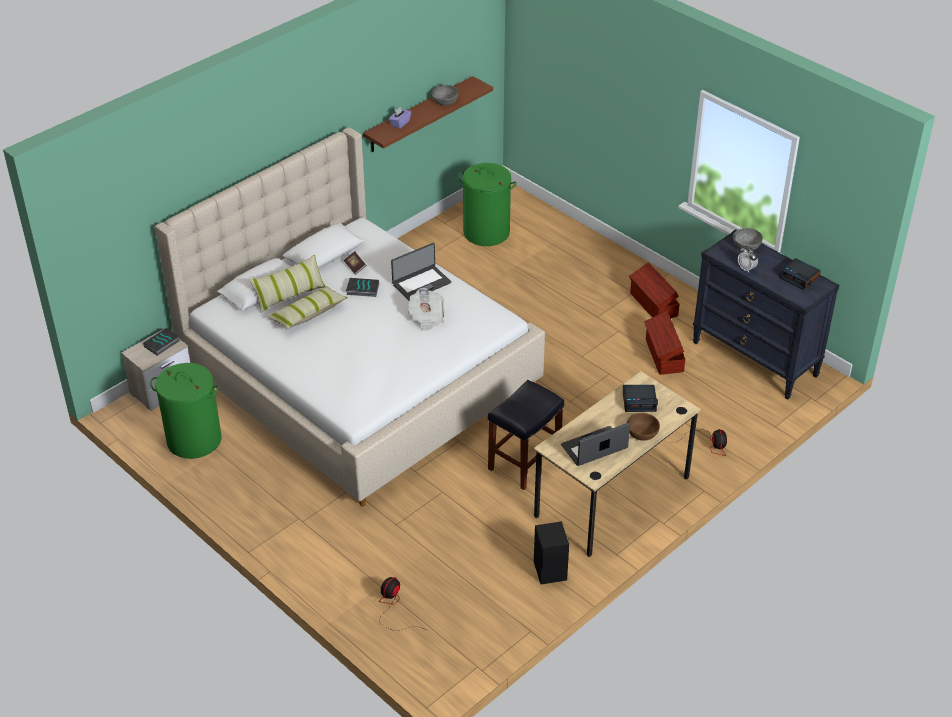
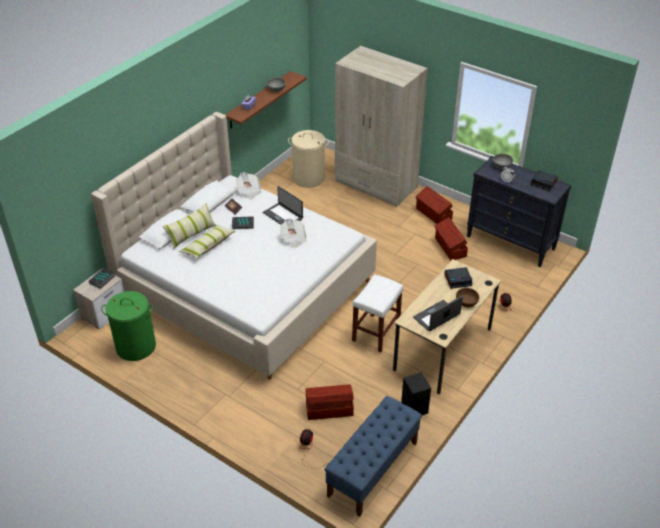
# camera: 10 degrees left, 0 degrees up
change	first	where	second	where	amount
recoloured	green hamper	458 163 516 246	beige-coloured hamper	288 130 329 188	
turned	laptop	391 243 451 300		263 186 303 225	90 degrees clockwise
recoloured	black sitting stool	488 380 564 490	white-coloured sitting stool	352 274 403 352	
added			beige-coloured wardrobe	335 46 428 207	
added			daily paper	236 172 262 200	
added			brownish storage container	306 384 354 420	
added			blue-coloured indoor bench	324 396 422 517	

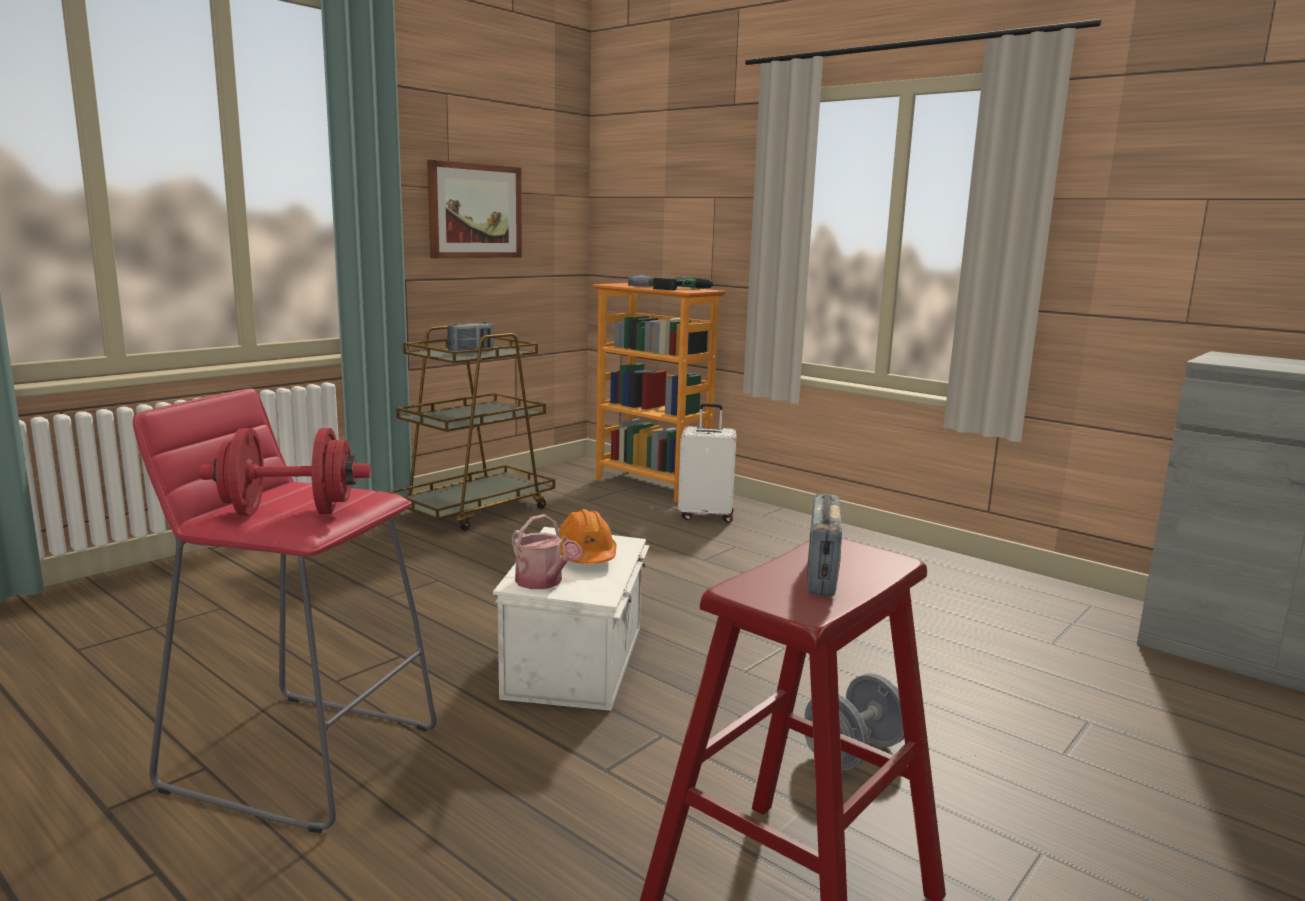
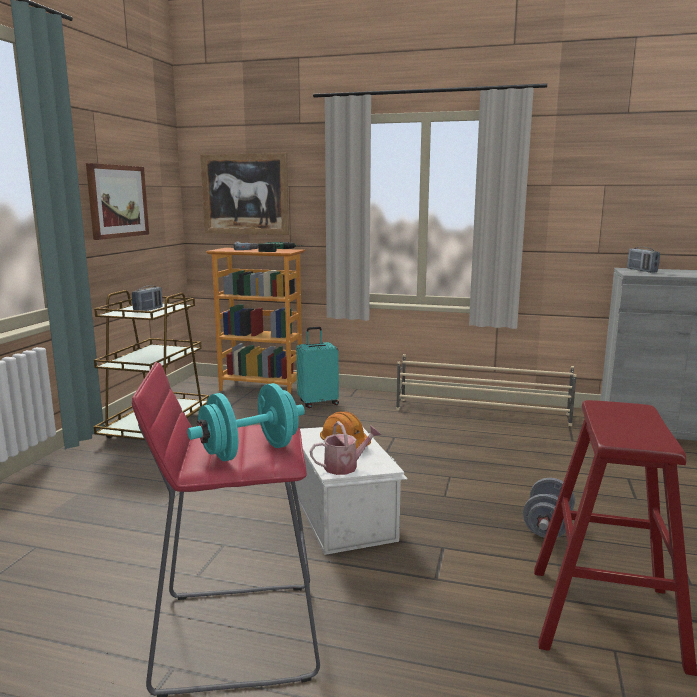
# camera: 25 degrees left, 0 degrees up
change	first	where	second	where	amount
recoloured	white-coloured suitcase	678 403 737 523	blue-green suitcase	296 327 339 408	
recoloured	red free weight	199 428 371 515	blue-green free weight	187 383 305 461	
moved	radio receiver	807 493 842 596		627 247 660 273	
turned	watering can	512 514 582 589		310 421 381 475	45 degrees counterclockwise
added			picture	200 153 289 235	
added			beige-coloured shoe stand	396 354 577 426	

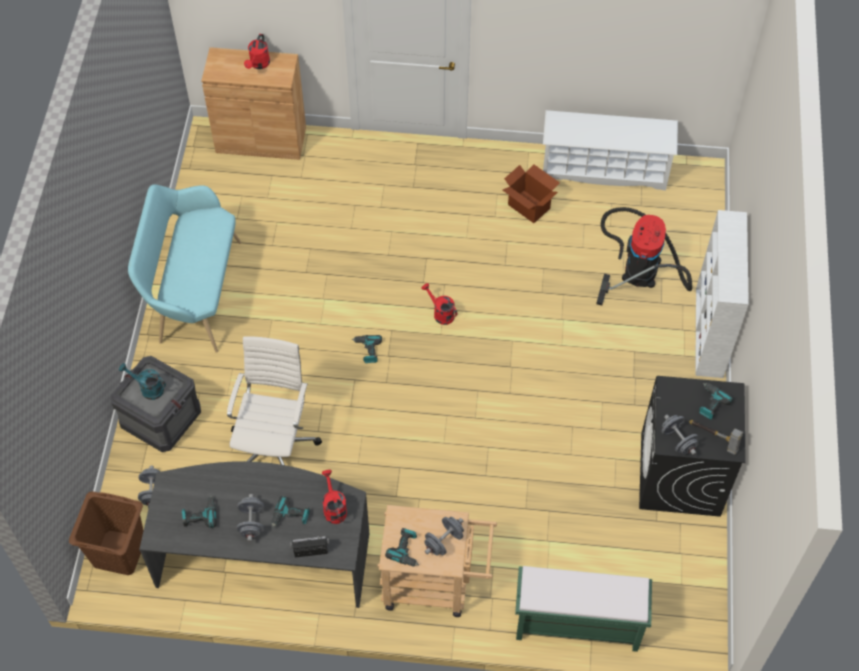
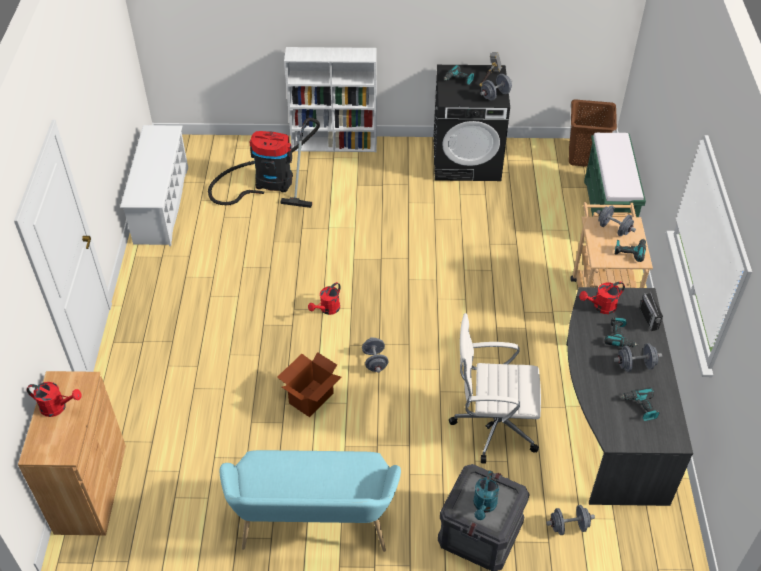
# camera: 95 degrees left, 10 degrees down
change	first	where	second	where	amount
moved	carton	503 164 560 223		277 352 341 417	
replaced	electric drill	352 335 382 363	grey free weight	362 337 388 373	
moved	brownish hamper	69 491 144 575		569 99 617 167	

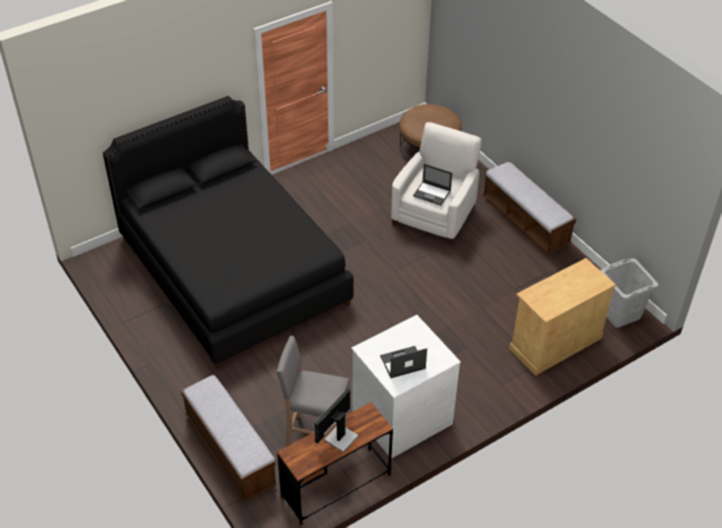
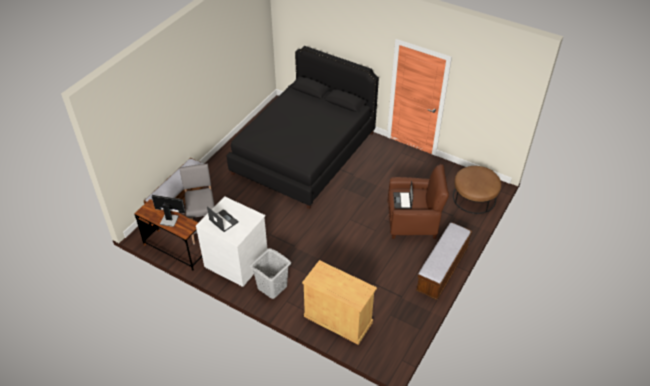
# camera: 65 degrees right, 0 degrees up
change	first	where	second	where	amount
recoloured	white-coloured easy chair	391 122 482 245	brownish easy chair	388 164 449 239	
moved	grey hamper	601 258 659 328		250 248 291 299	

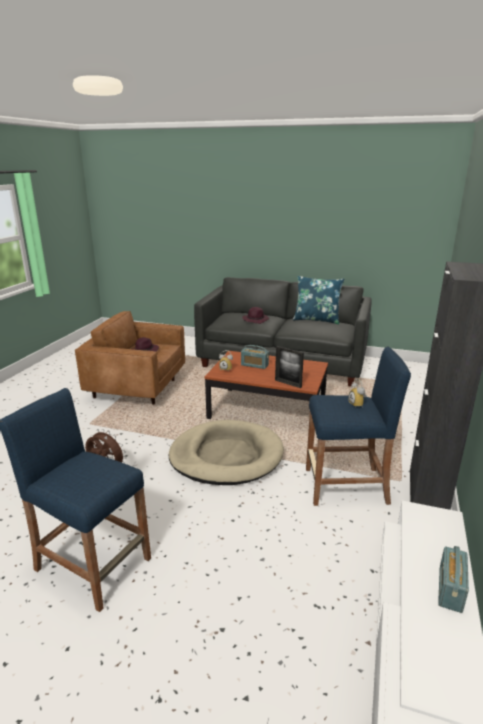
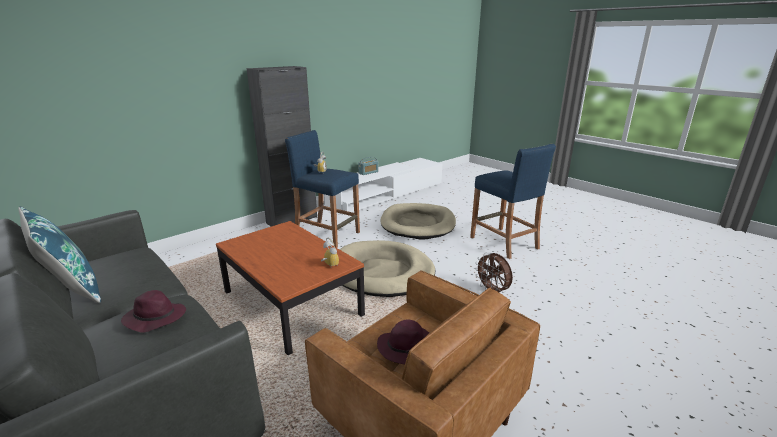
# camera: 150 degrees left, 0 degrees up
change	first	where	second	where	amount
removed	radio receiver	241 345 269 369			
removed	standing frame	275 346 304 388			
added			beige-coloured dog cushion	380 203 456 240	

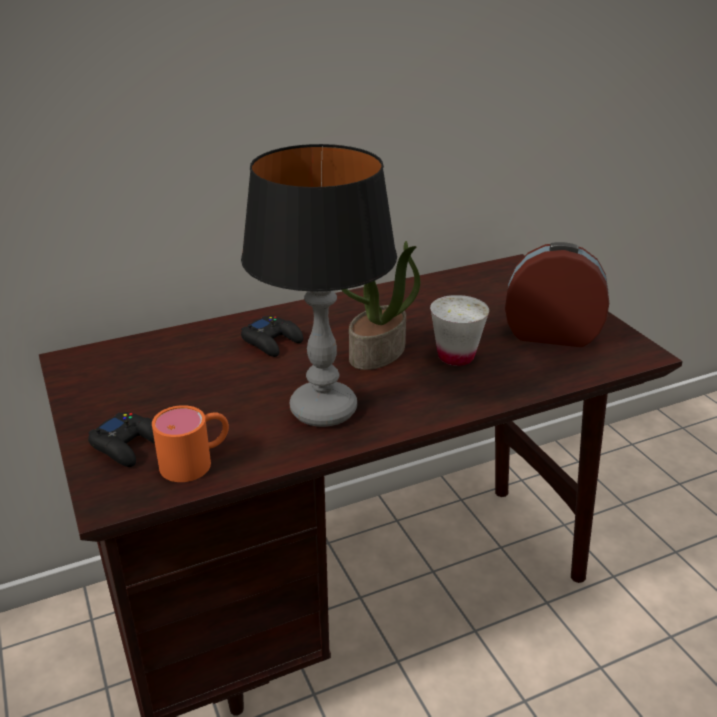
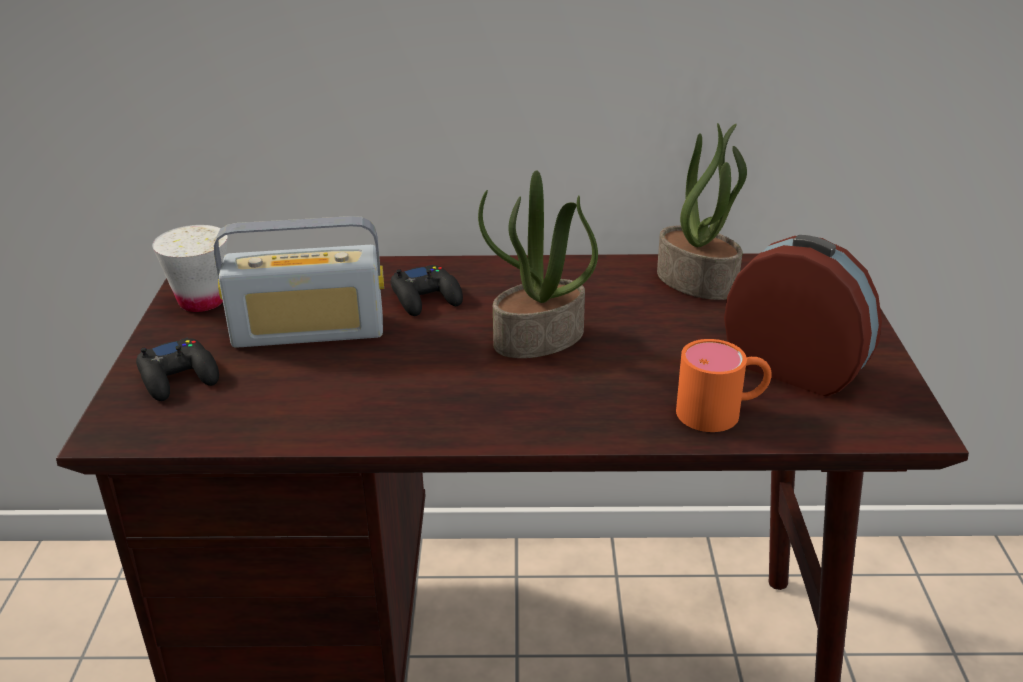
# camera: 25 degrees right, 0 degrees up
change	first	where	second	where	amount
removed	table lamp	241 144 397 427			
moved	white-coloured cup	430 295 489 366		152 225 227 312	
moved	orange coffee mug	152 405 229 482		676 339 771 432	
added			potted plant	657 123 747 300	
added			radio receiver	214 216 384 348	

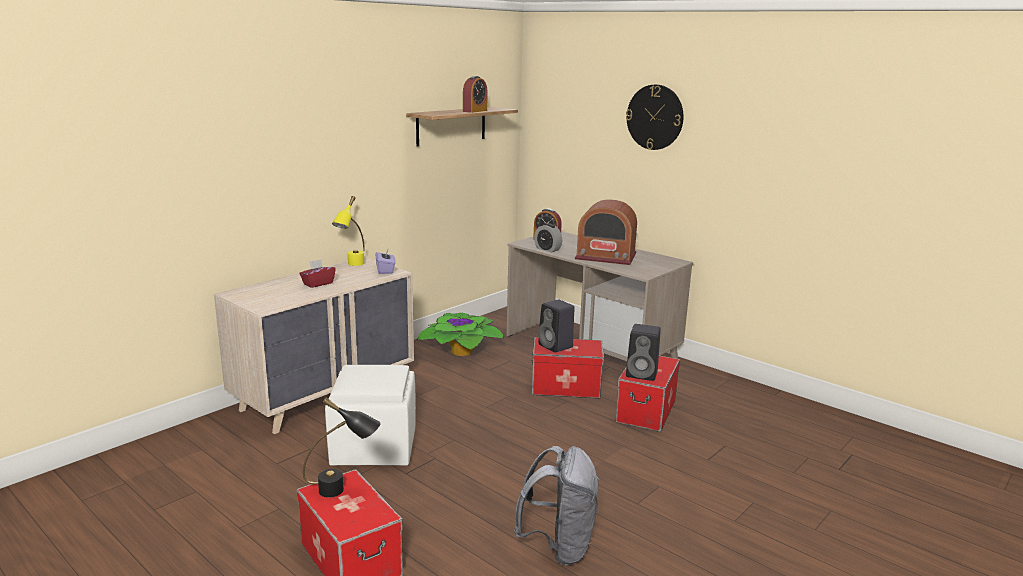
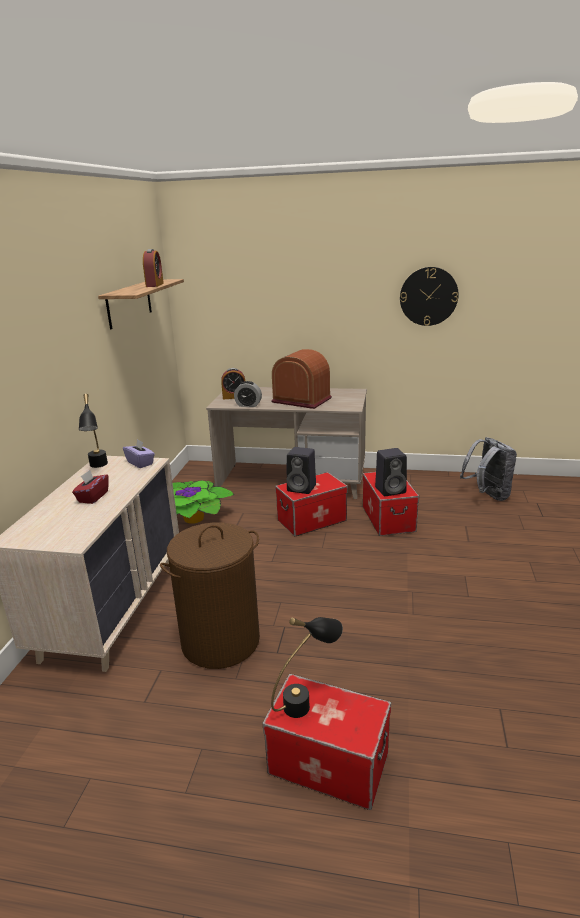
# camera: 30 degrees left, 5 degrees up
change	first	where	second	where	amount
moved	clock on the wall	626 84 684 150		400 267 459 326	
recoloured	yellow table lamp	332 196 365 266	black table lamp	79 394 108 468	
turned	radio receiver	575 200 637 265		272 349 332 409	135 degrees counterclockwise
replaced	white-coloured footrest	325 365 416 466	brownish hamper	160 522 260 669	
moved	grey backpack	514 446 600 565		460 437 517 501	

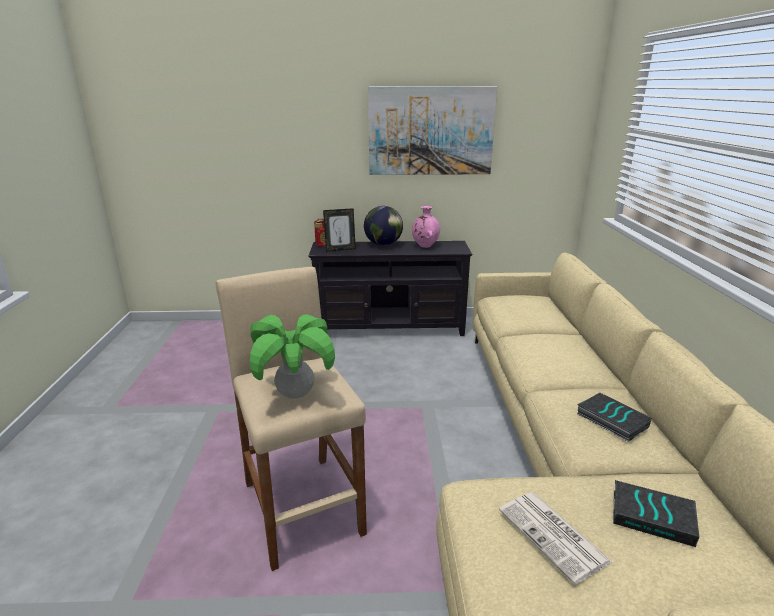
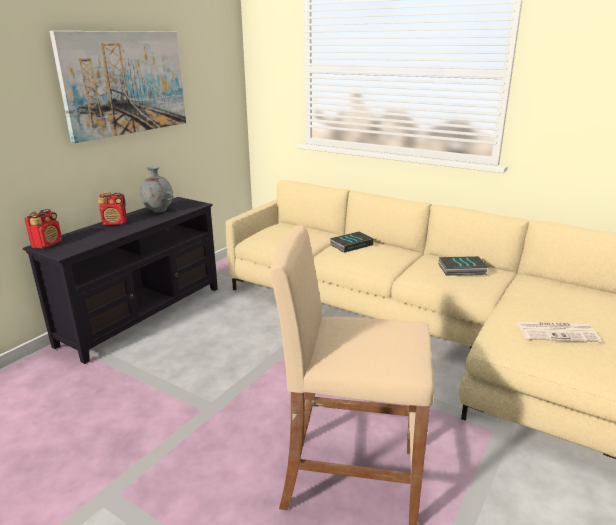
# camera: 55 degrees left, 0 degrees up
change	first	where	second	where	amount
replaced	world globe	364 206 403 246	radio receiver	98 192 127 225	
recoloured	pink vase	412 206 440 248	grey vase	140 166 173 213	
removed	standing frame	323 208 356 252			
removed	potted plant	250 314 335 398			
moved	volume	613 480 699 547		330 231 374 253	

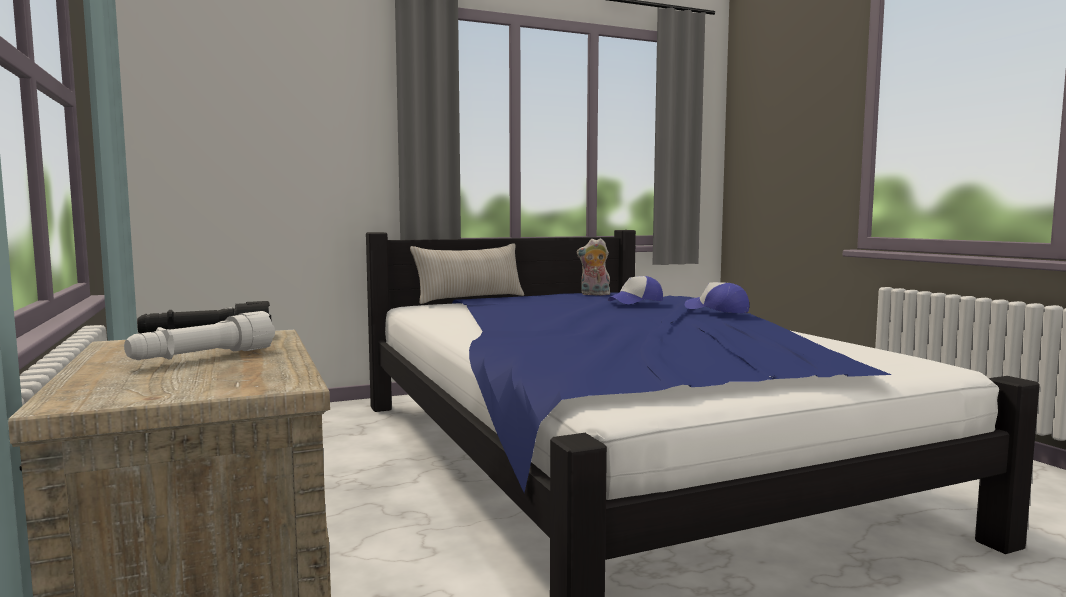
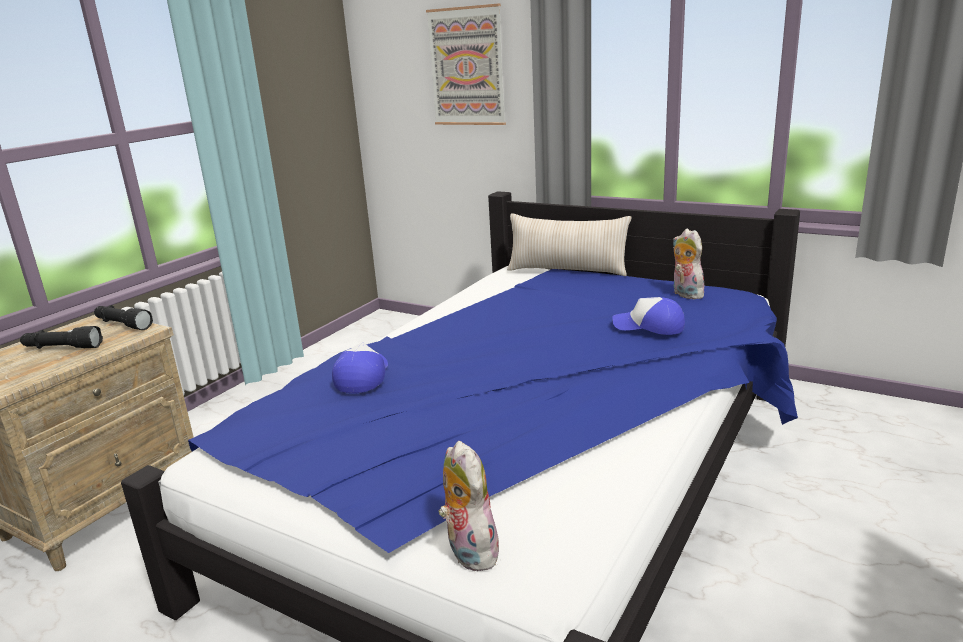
# camera: 55 degrees right, 15 degrees up
change	first	where	second	where	amount
moved	baseball cap	685 282 749 313		332 343 388 394	
recoloured	white-coloured flashlight	124 311 275 360	black flashlight	20 326 103 349	
added			picture	426 4 506 125	
added			cuddly toy	439 441 502 571	

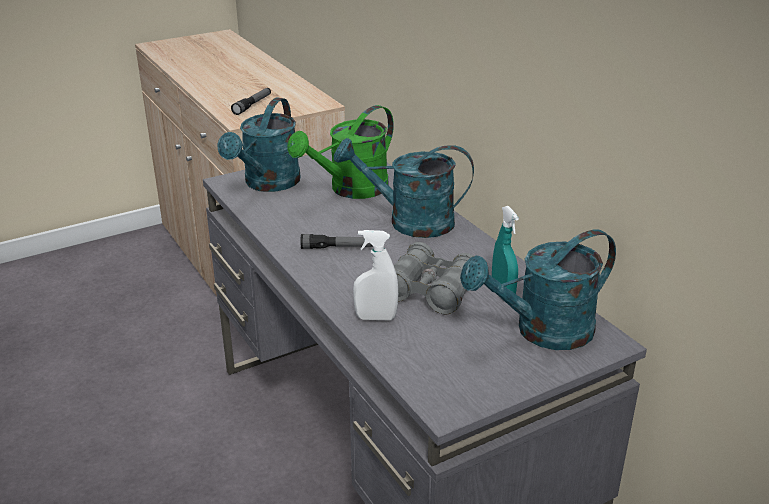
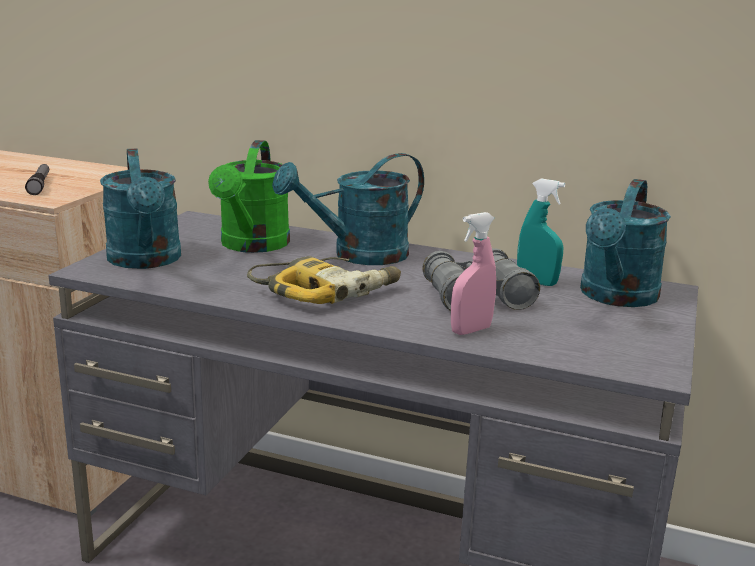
# camera: 40 degrees left, 10 degrees down
change	first	where	second	where	amount
recoloured	white-coloured hand sprayer	353 230 398 320	pink hand sprayer	451 212 496 335	
replaced	flashlight	300 234 373 249	electric drill	247 256 401 304	

